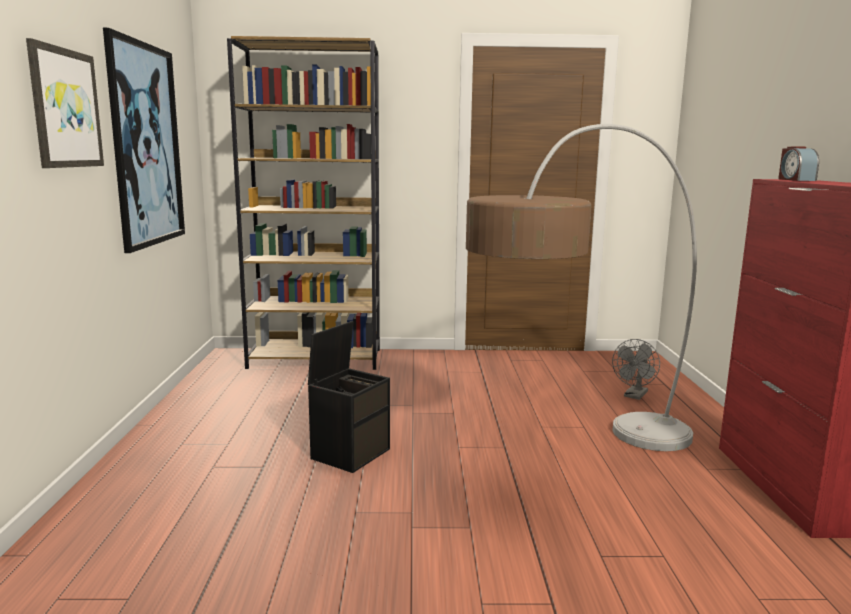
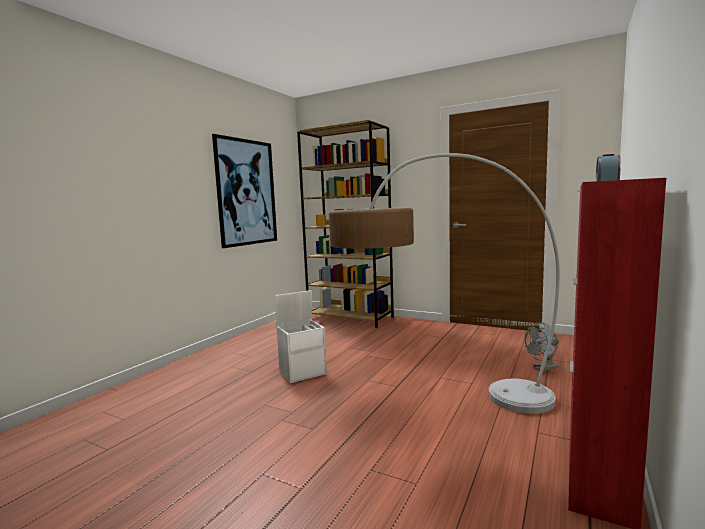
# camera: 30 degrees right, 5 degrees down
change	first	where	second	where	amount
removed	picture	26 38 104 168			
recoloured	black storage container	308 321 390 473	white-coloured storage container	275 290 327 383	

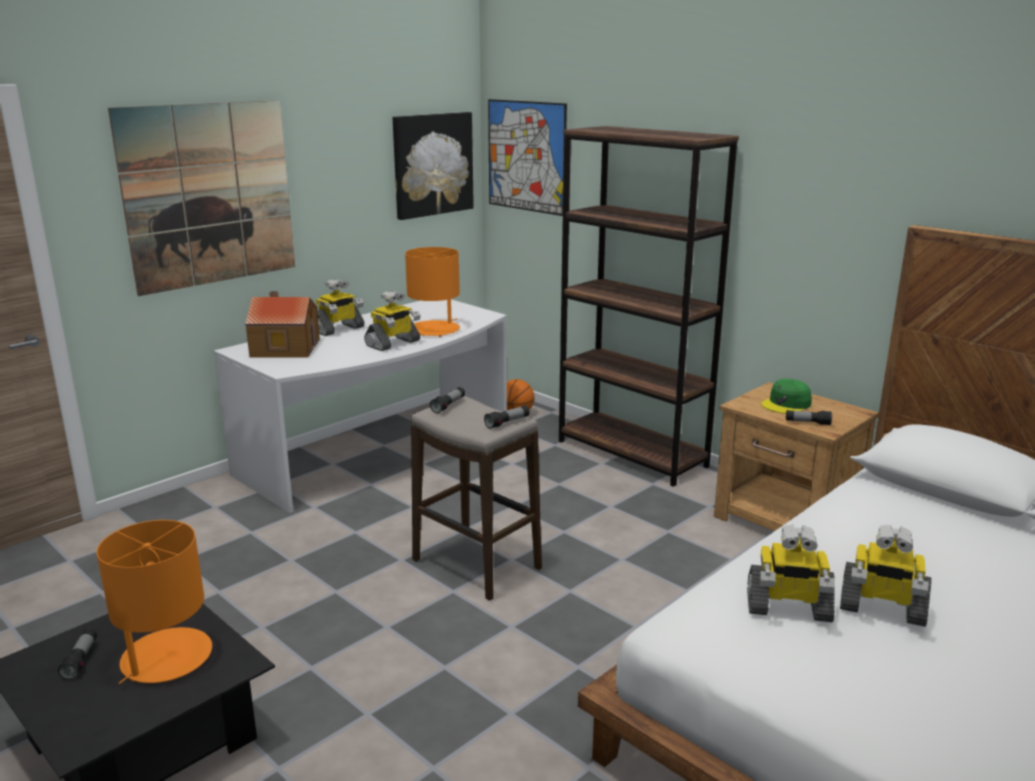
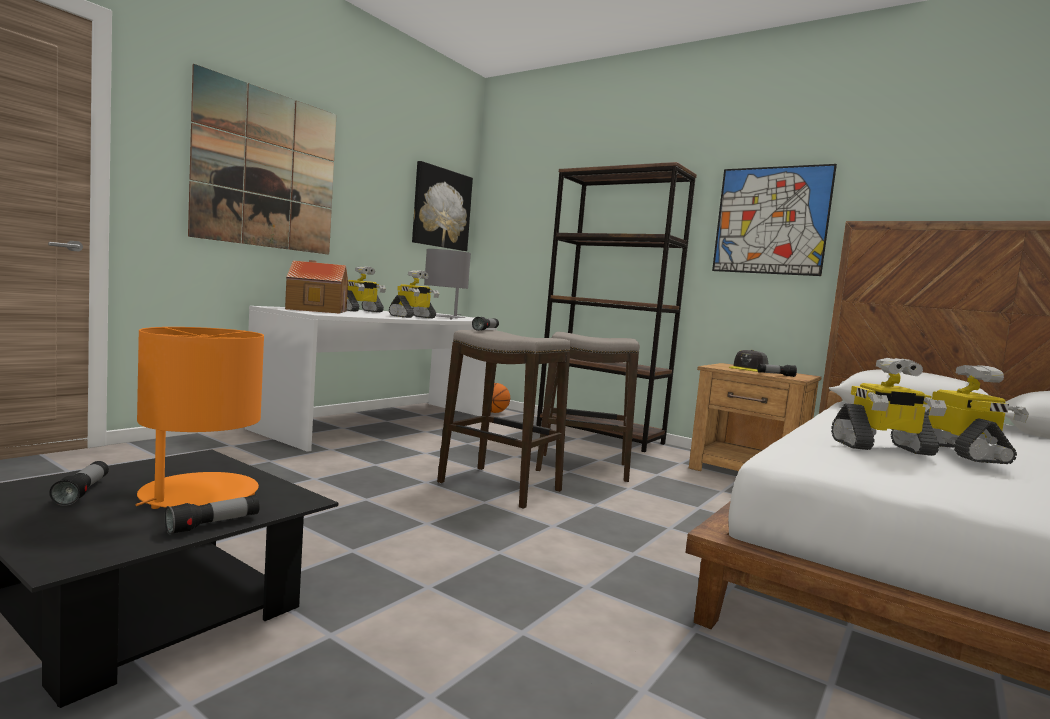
# camera: 10 degrees left, 15 degrees down
change	first	where	second	where	amount
moved	picture	488 99 567 216		712 164 837 276	
recoloured	orange table lamp	405 247 460 337	grey table lamp	424 249 471 319	
recoloured	green baseball cap	761 379 812 414	grey baseball cap	729 350 769 372	
moved	flashlight	484 405 530 429		164 495 260 535	
turned	toy robot	840 525 932 627		926 365 1029 464	105 degrees counterclockwise
added			sitting stool	536 332 640 482	

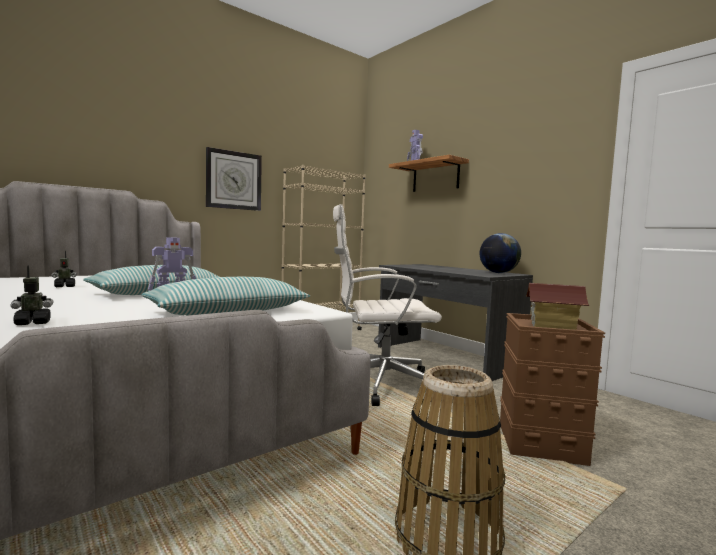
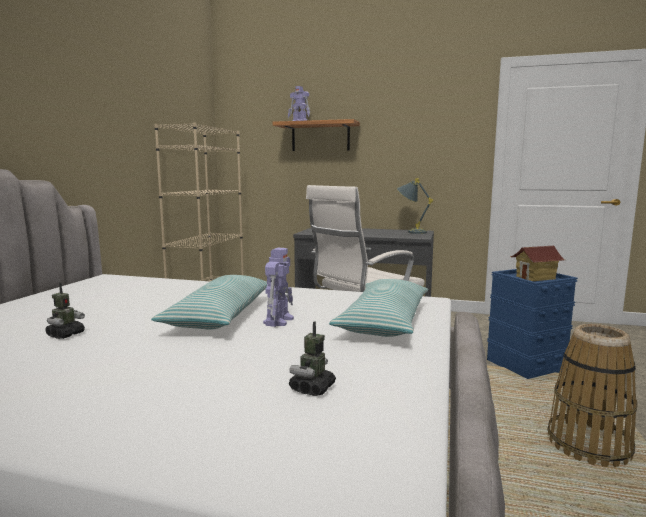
# camera: 35 degrees left, 5 degrees up
change	first	where	second	where	amount
removed	clock on the wall	206 147 262 211			
replaced	world globe	480 233 521 273	grey table lamp	397 178 433 234	
recoloured	brownish storage container	500 313 605 466	blue-coloured storage container	487 269 578 379	

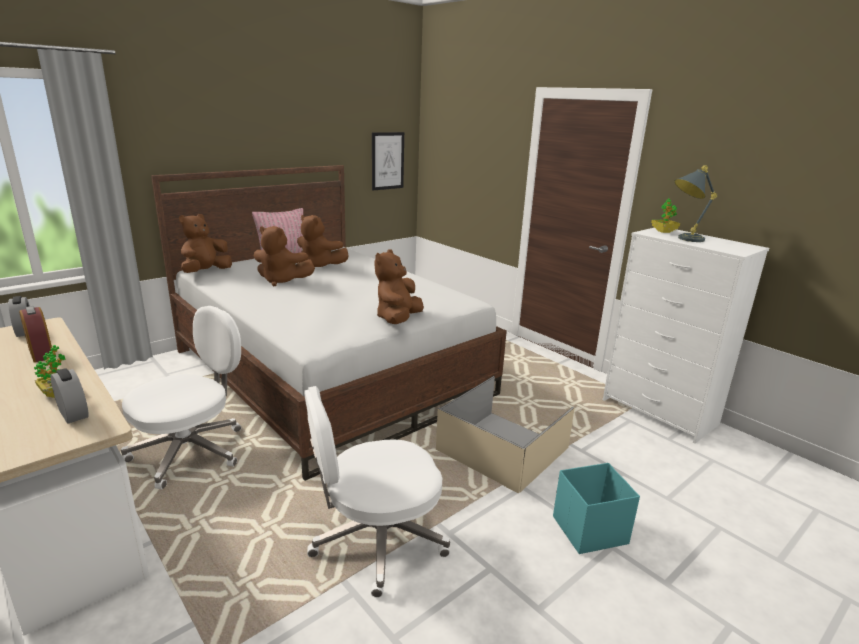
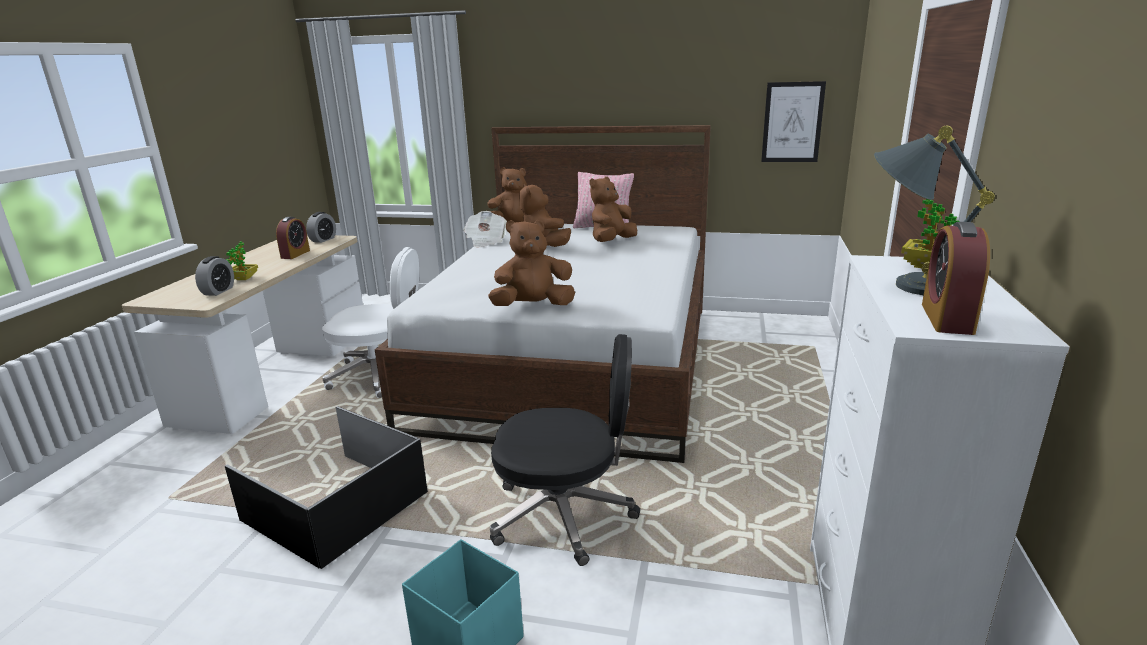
# camera: 55 degrees right, 0 degrees up
change	first	where	second	where	amount
turned	brownish cuddly toy	297 215 349 267		589 177 637 242	45 degrees clockwise
replaced	beige-coloured storage container	436 376 575 493	black office chair	490 334 640 566	
replaced	white-coloured office chair	304 386 450 598	black storage container	225 406 428 569	
added			daily paper	463 211 507 248	
added			bedside clock	922 222 990 335	

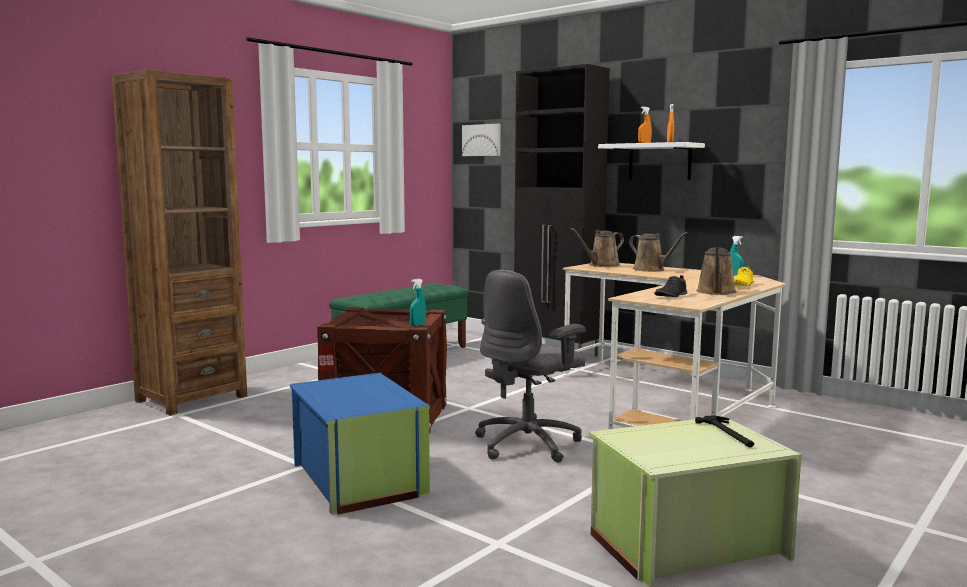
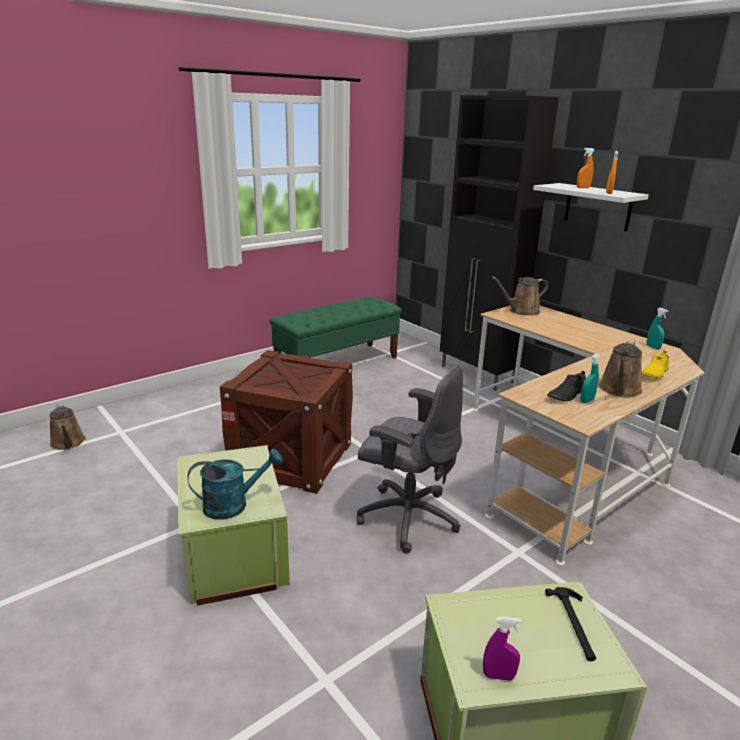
# camera: 10 degrees right, 15 degrees up
change	first	where	second	where	amount
removed	brownish bookshelf	112 69 247 416			
removed	picture	462 124 501 156			
moved	brownish watering can	629 232 688 272		50 403 85 450	
turned	grey office chair	475 270 586 463		357 365 463 554	120 degrees counterclockwise
moved	blue-green hand sprayer	410 279 426 326		580 353 601 403	
recoloured	blue-coloured storage container	290 373 430 515	green storage container	177 445 290 606	
added			blue-green watering can	187 448 283 520	
added			purple hand sprayer	483 616 522 681	

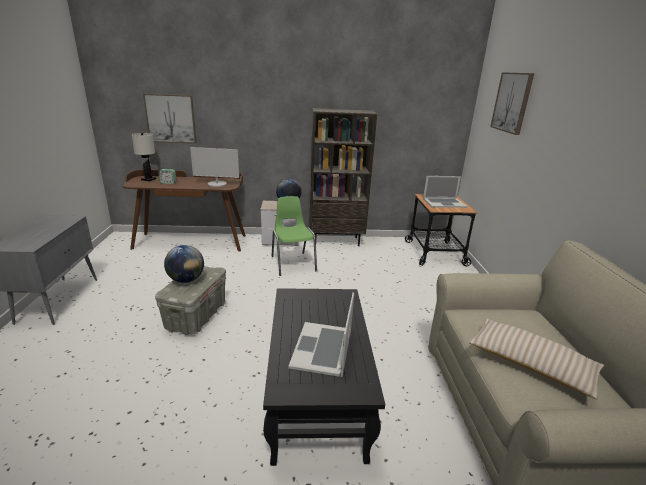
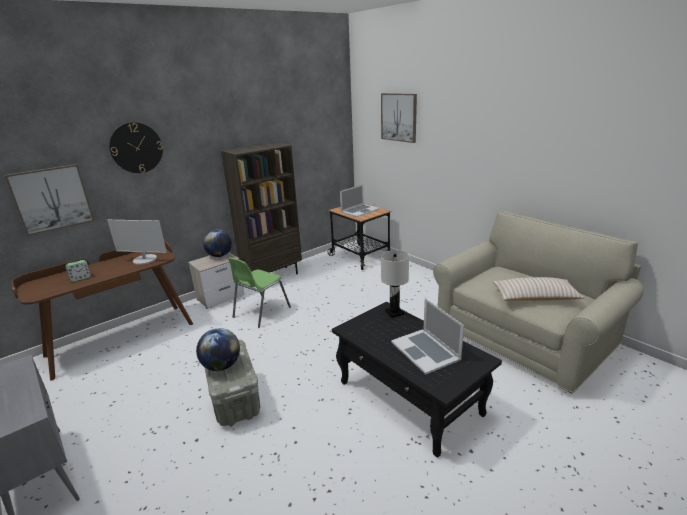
# camera: 35 degrees left, 0 degrees up
change	first	where	second	where	amount
moved	white-coloured table lamp	131 133 156 181		381 250 409 318	
turned	computer screen	190 147 239 187		107 220 167 265	45 degrees clockwise
turned	green chair	271 196 317 276		228 257 291 328	90 degrees counterclockwise
added			clock on the wall	109 122 163 173	

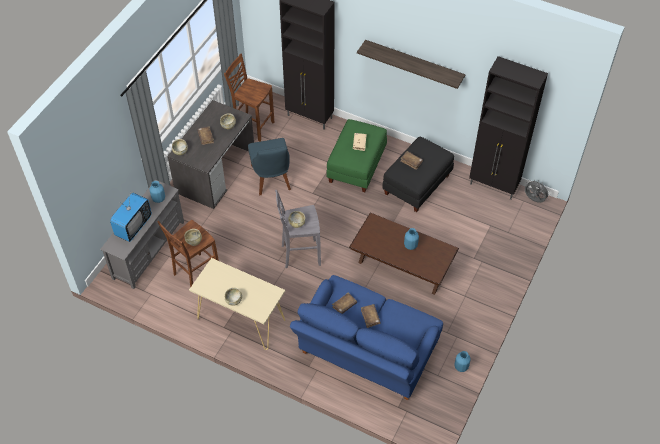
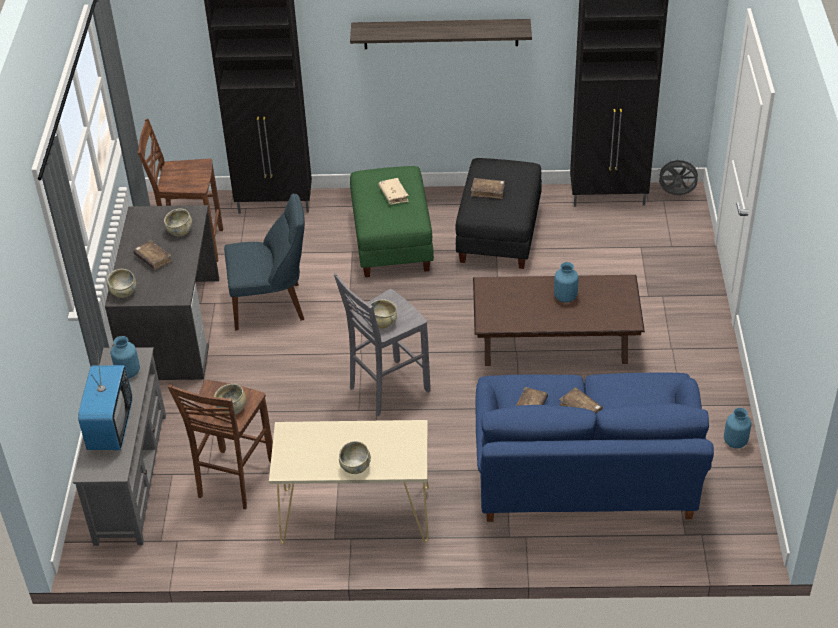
# camera: 25 degrees left, 10 degrees down
change	first	where	second	where	amount
turned	blue-coloured chair	248 138 291 195		224 193 305 330	60 degrees counterclockwise

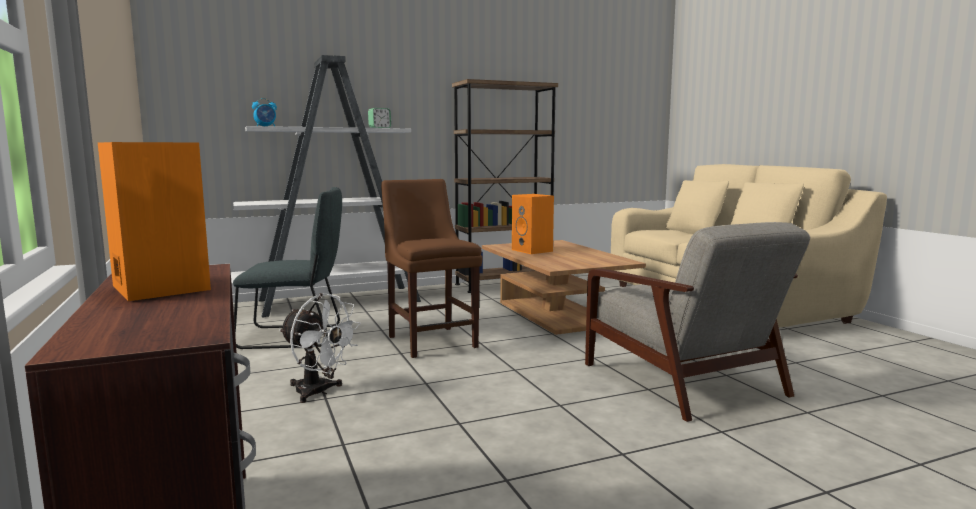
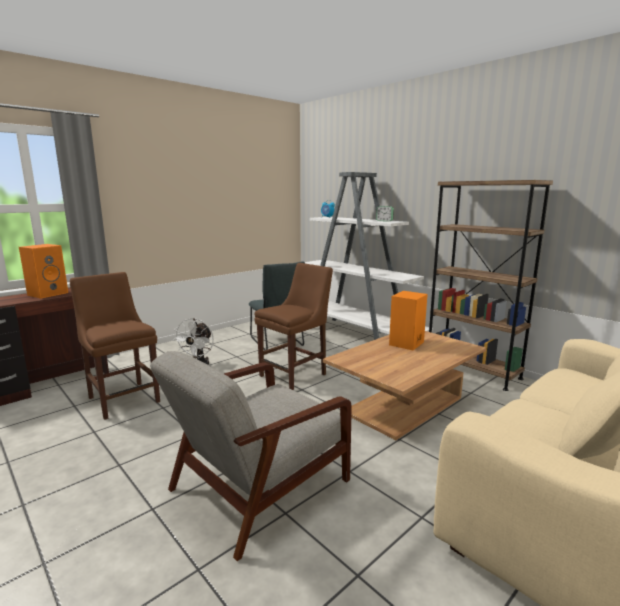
# camera: 70 degrees right, 5 degrees up
change	first	where	second	where	amount
added			brownish chair	70 272 160 420	

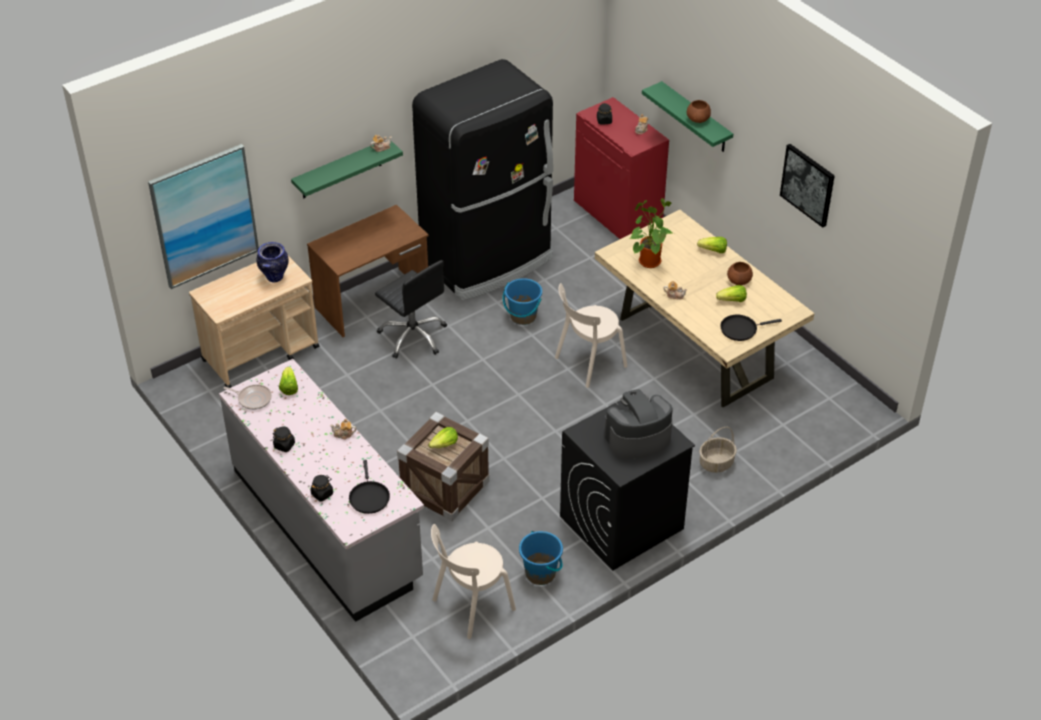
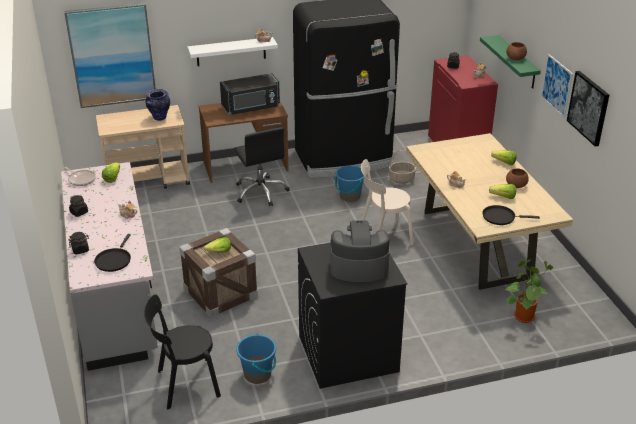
# camera: 20 degrees right, 10 degrees down
change	first	where	second	where	amount
recoloured	green shelf	291 141 403 198	white-coloured shelf	187 37 278 66	
moved	potted plant	629 198 674 268		505 259 553 323	
moved	household basket	699 427 737 473		389 148 416 184	
recoloured	beige-coloured chair	431 524 516 639	black chair	144 294 221 409	
added			picture	541 54 573 118	
added			black kitchen microwave	220 73 280 115	

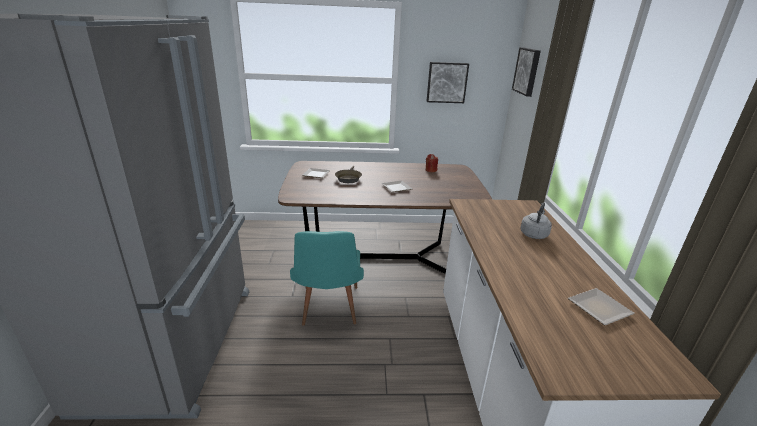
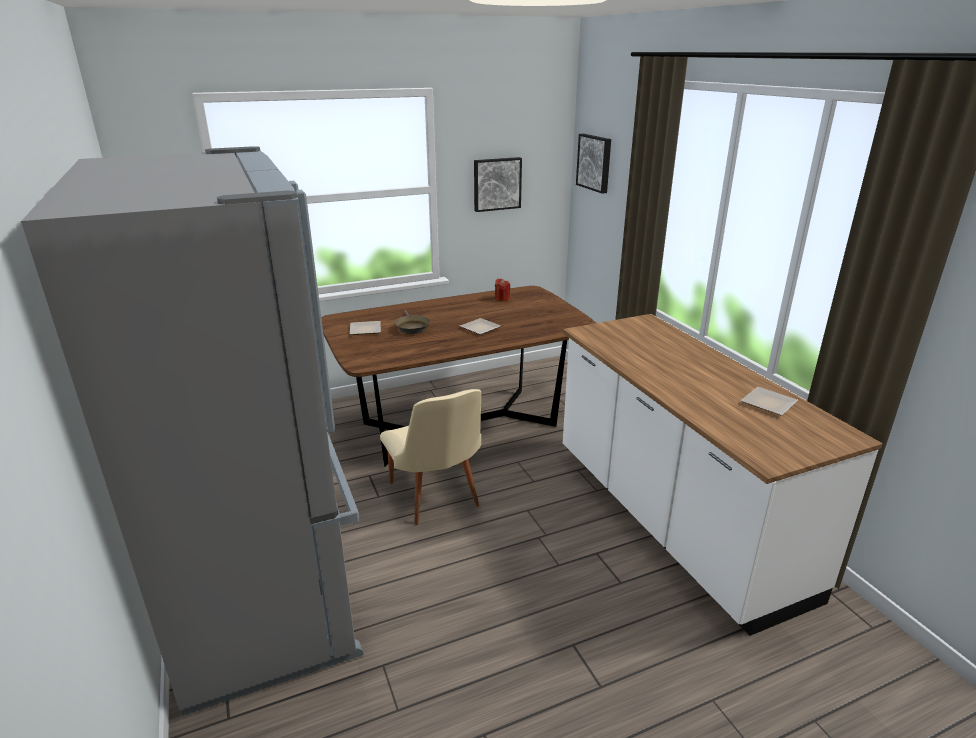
# camera: 20 degrees left, 0 degrees up
change	first	where	second	where	amount
removed	grey water kettle	520 202 552 239			
recoloured	blue-green chair	290 231 364 326	beige-coloured chair	380 389 481 525	

